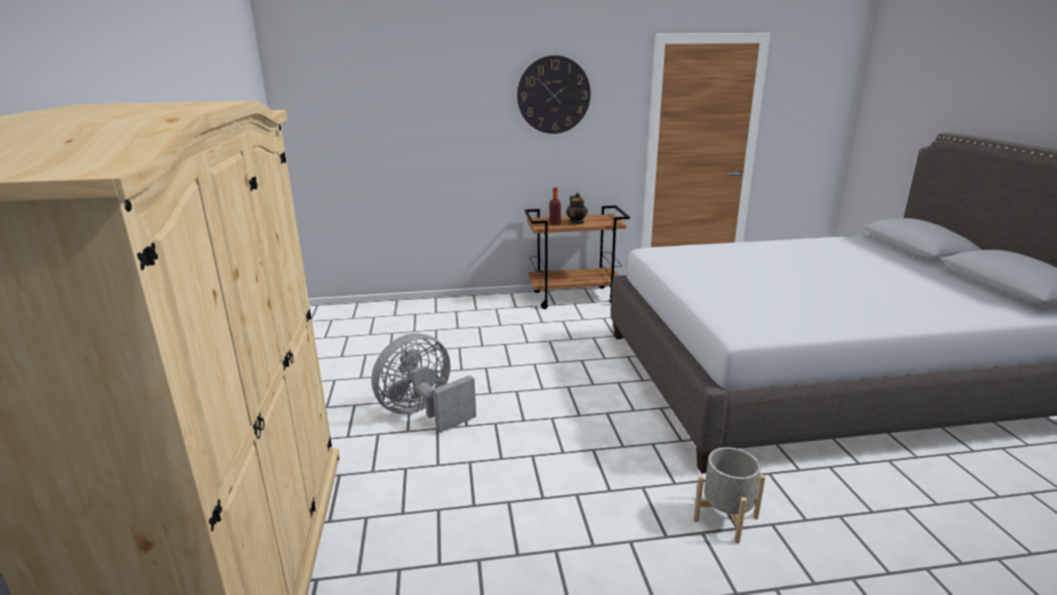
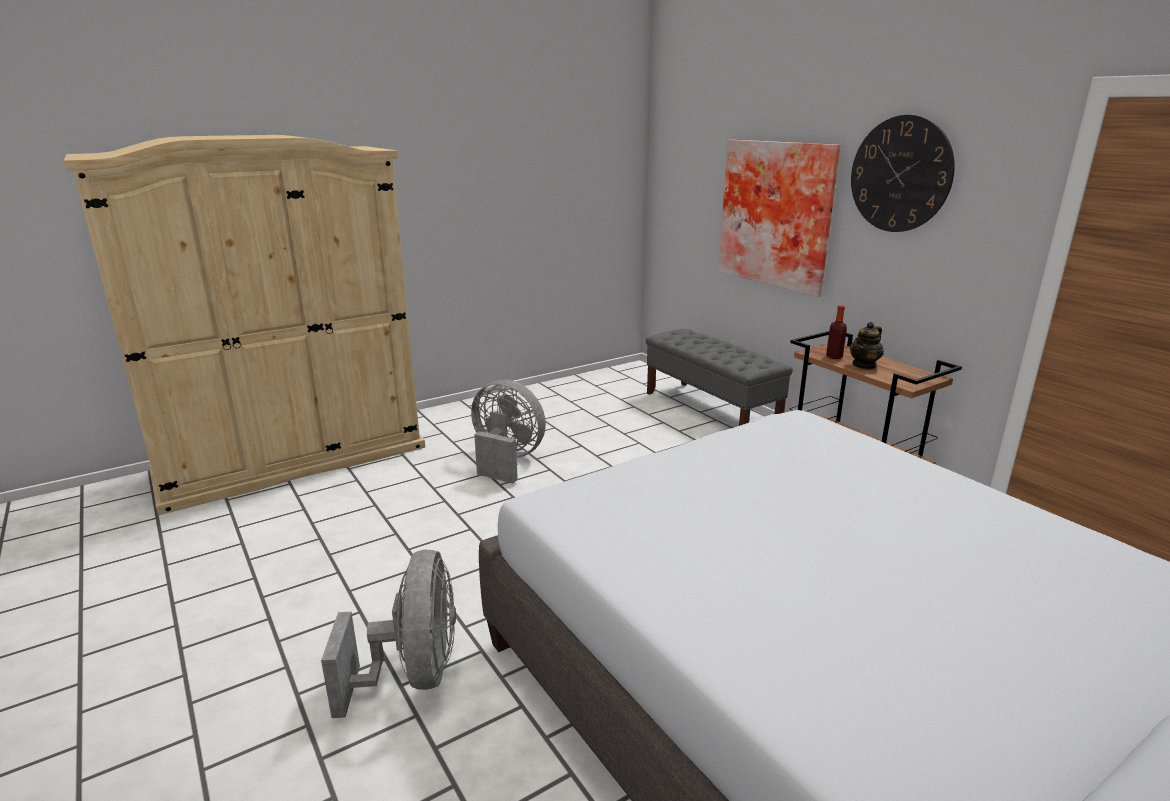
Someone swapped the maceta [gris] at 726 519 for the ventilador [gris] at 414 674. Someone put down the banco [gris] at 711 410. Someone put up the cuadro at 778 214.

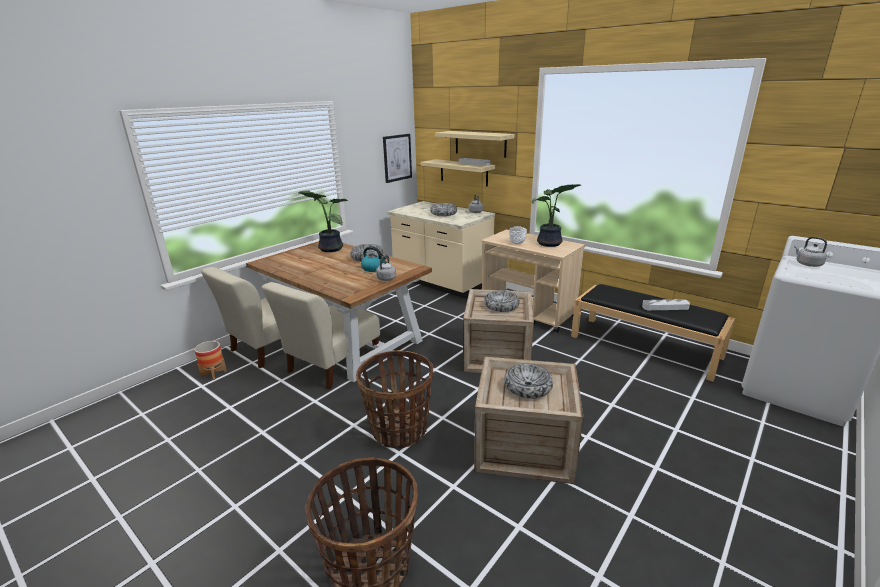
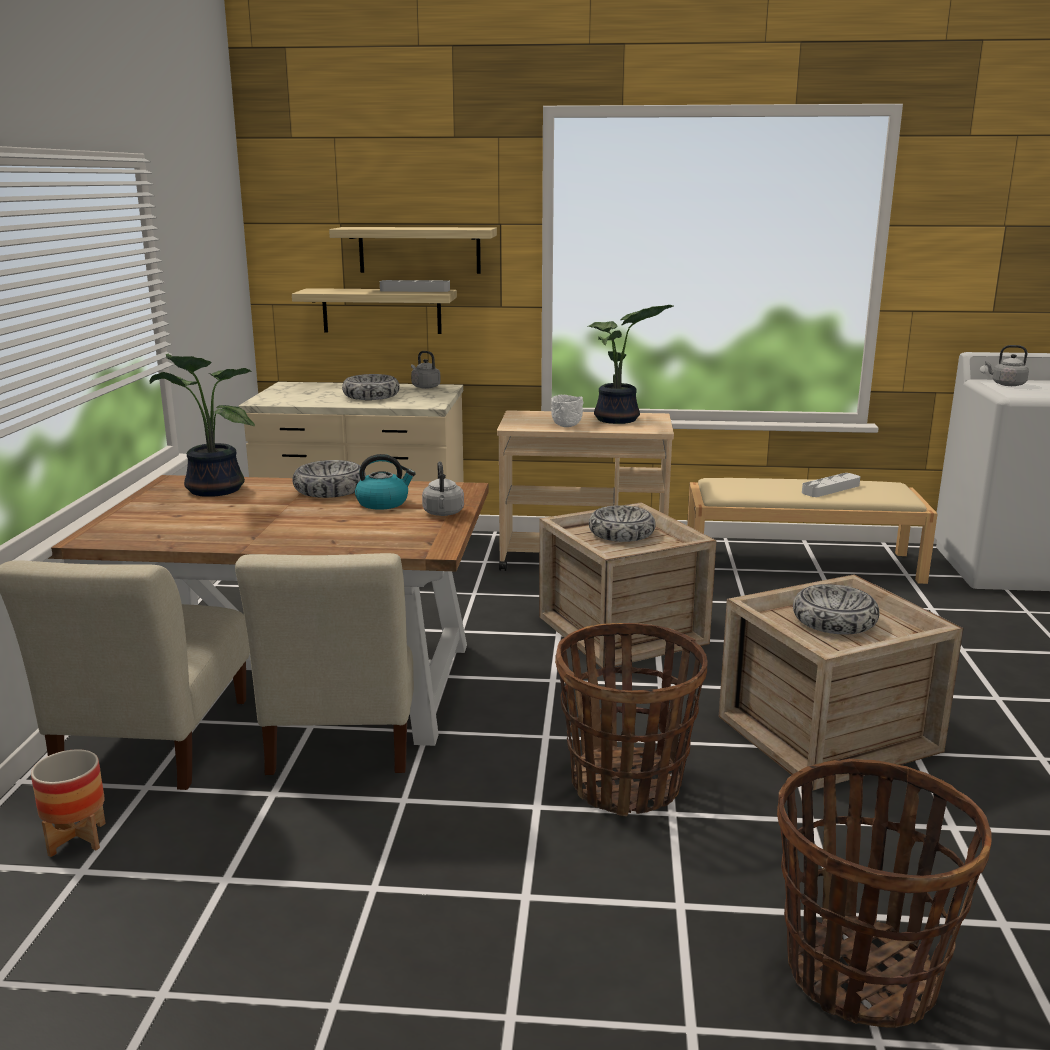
Someone repainted the banco [negro] at 645 346, which became the banco [beis] at 802 564. Someone took away the cuadro at 397 158.

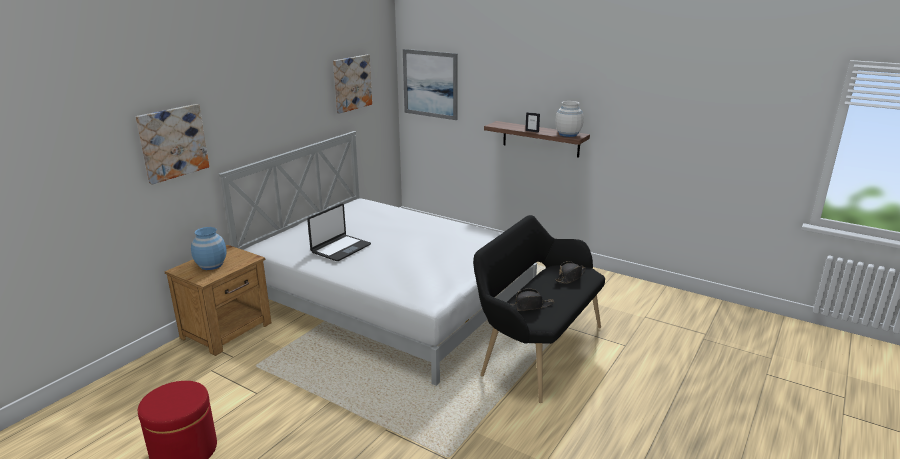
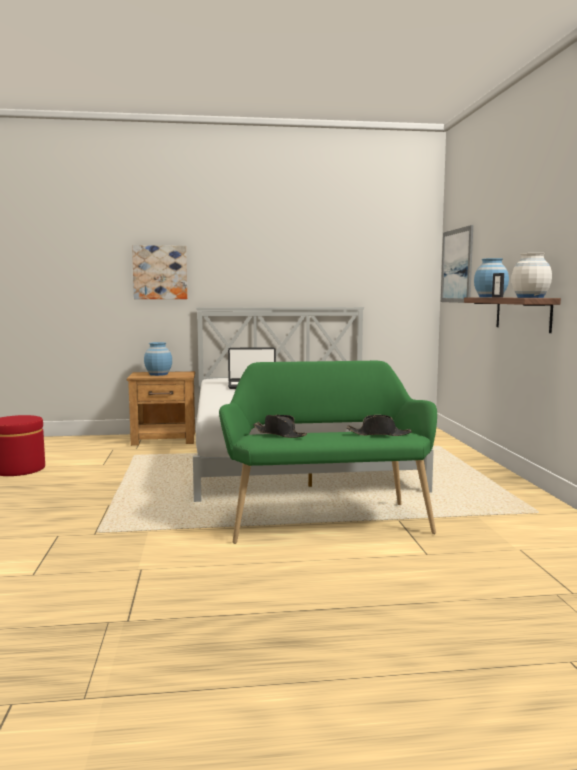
Someone repainted the banco [negro] at 536 349, which became the banco [verde] at 326 519. Someone put down the florero [azul] at 490 297. Someone took away the cuadro at 351 83.

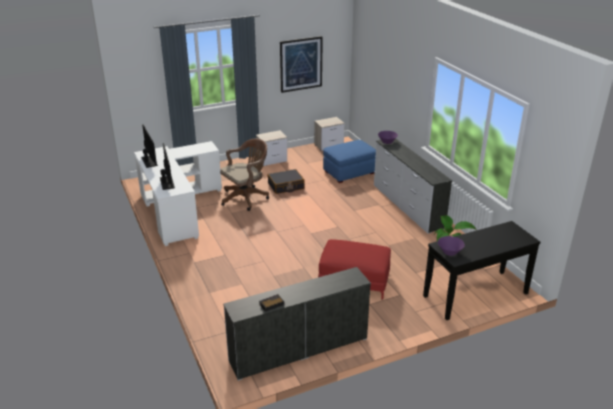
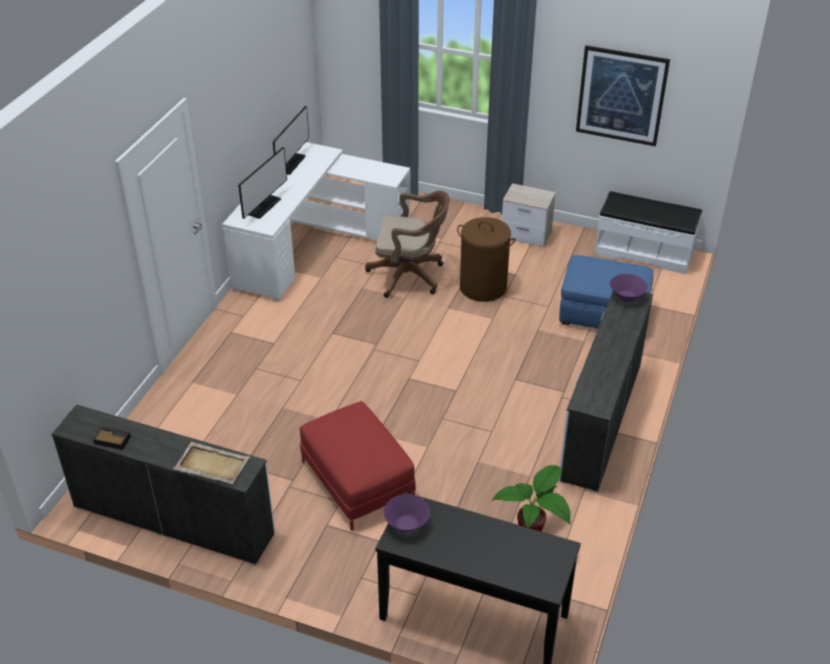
Someone put down the bandeja [beis] at 211 465. Someone swapped the maleta [negro] at 286 186 for the cesto de la ropa [marrón] at 483 287. Someone swapped the mesita de noche at 329 145 for the banco [blanco] at 644 252.

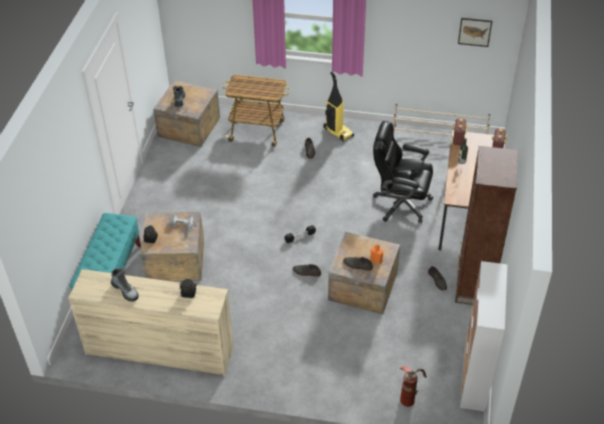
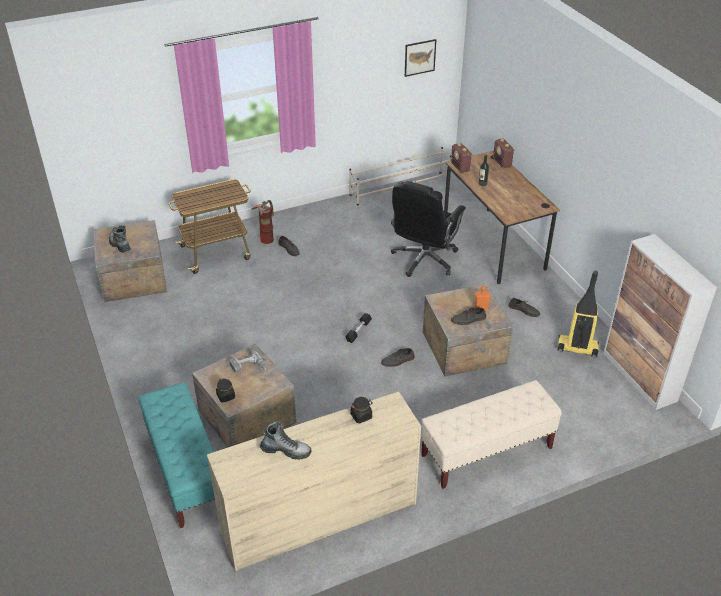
Someone carried the extintor from 409 396 to 267 237. Someone rotated the silla de oficina [negro] at 400 204 by 45 degrees counterclockwise. Someone put down the banco [beis] at 486 452. Someone carried the aspiradora from 337 132 to 577 348. Someone took away the estantería [marrón] at 474 285.

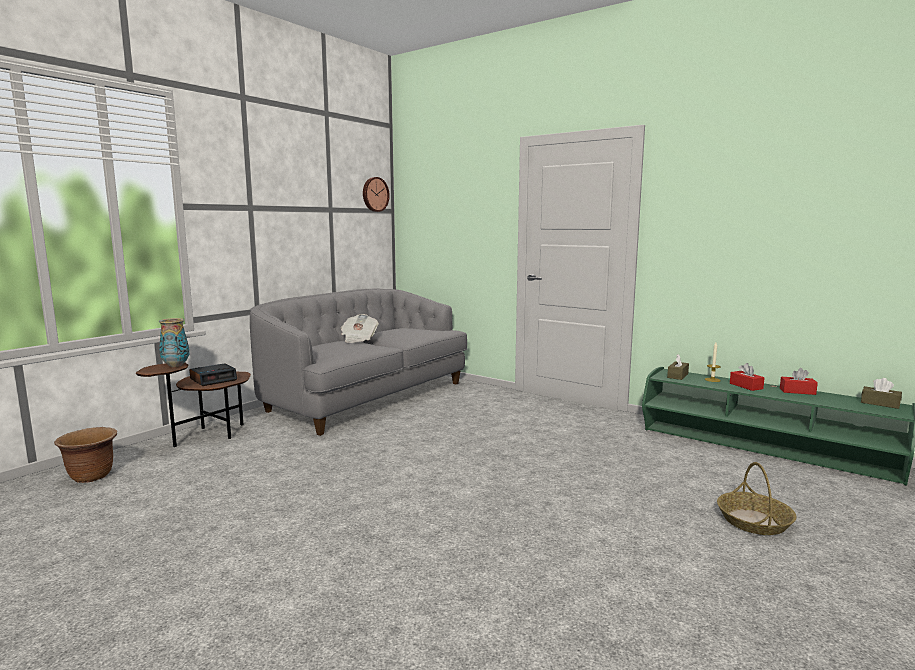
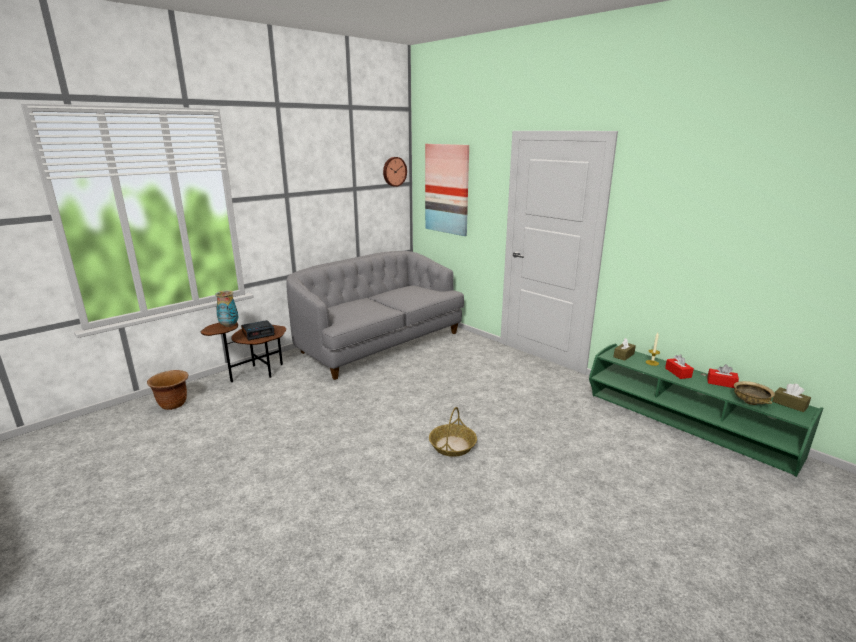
Someone put up the cuadro at 447 189. Someone carried the cesta from 754 521 to 452 446. Someone put down the cuenco [beis] at 750 401. Someone took away the periódico at 358 339.

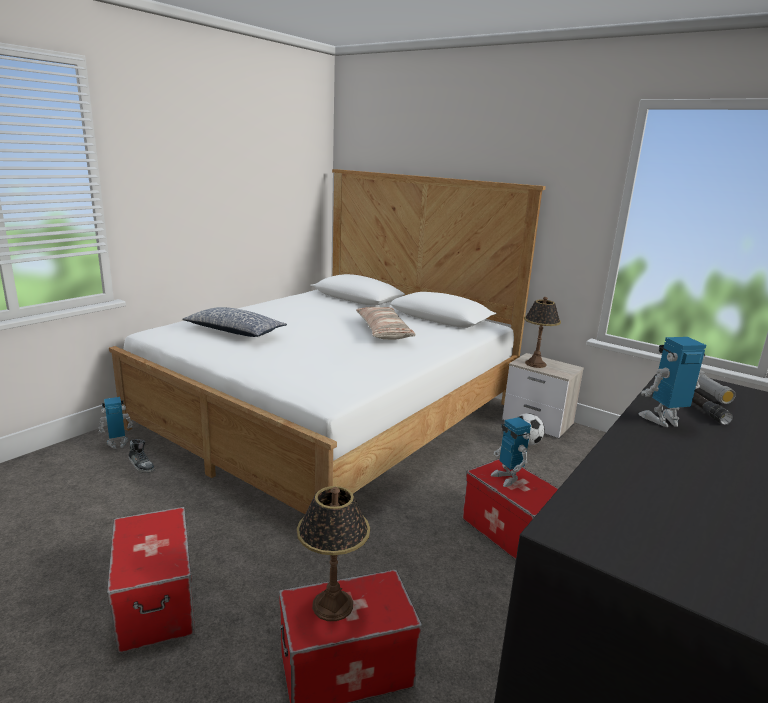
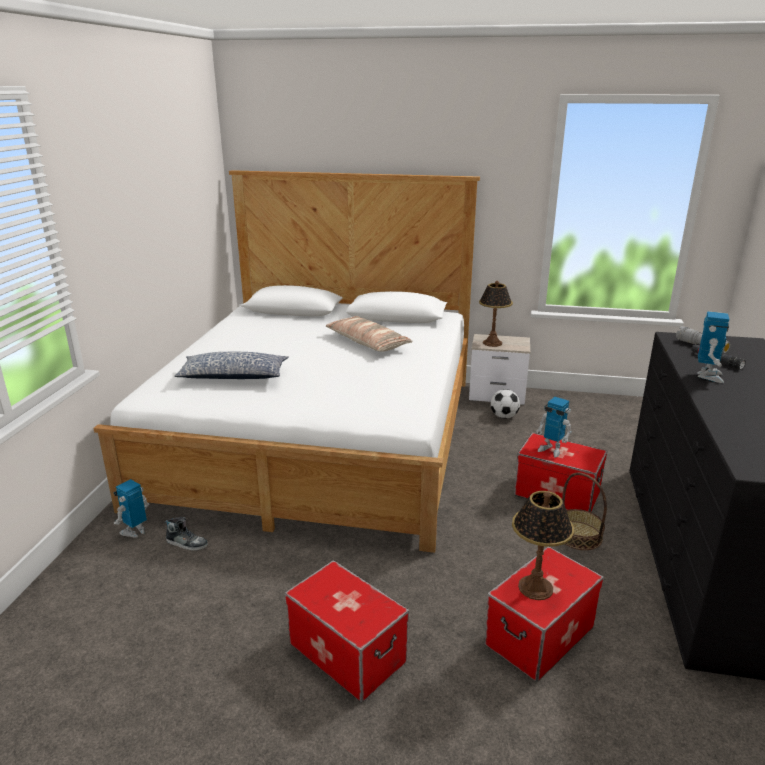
Someone put down the cesta at 579 535. Someone rotated the robot de juguete at 663 420 by 150 degrees clockwise.

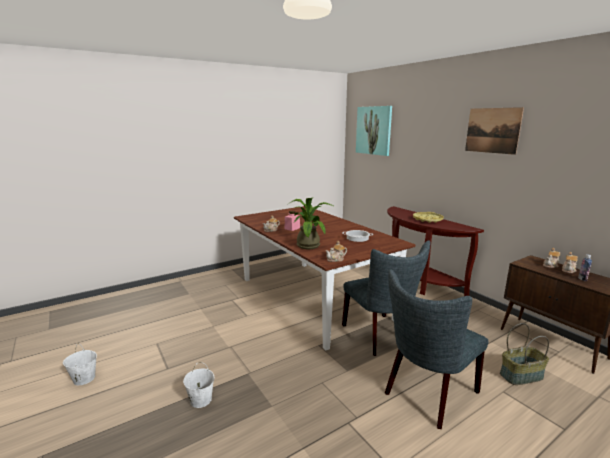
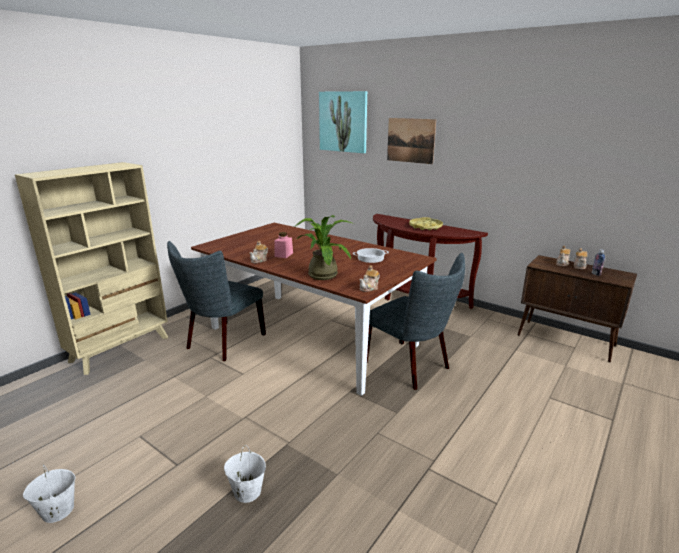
Someone put down the estantería [beis] at 121 349. Someone carried the silla [gris] from 427 394 to 222 343. Someone carried the cuadro from 492 130 to 410 140. Someone took away the cesta at 521 375.

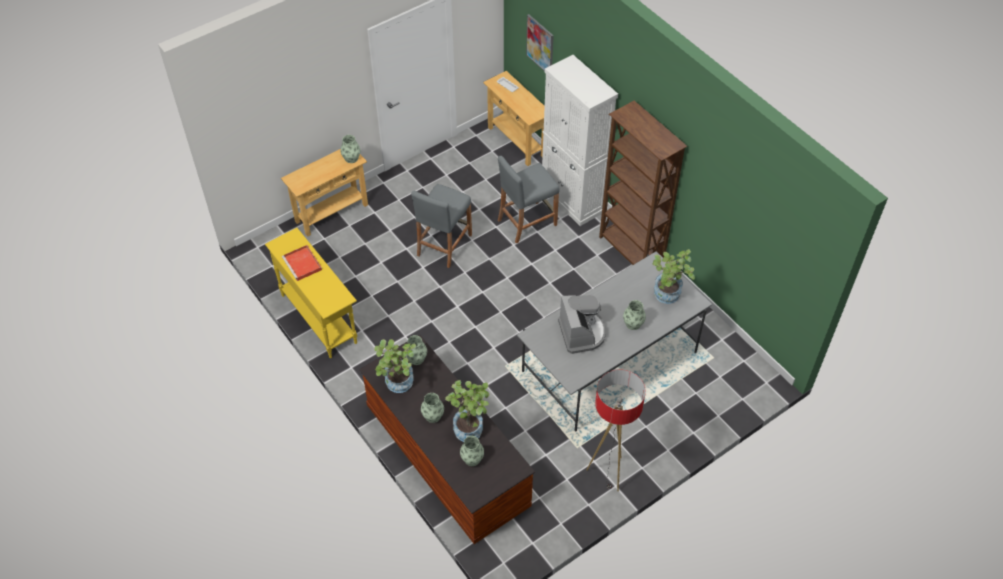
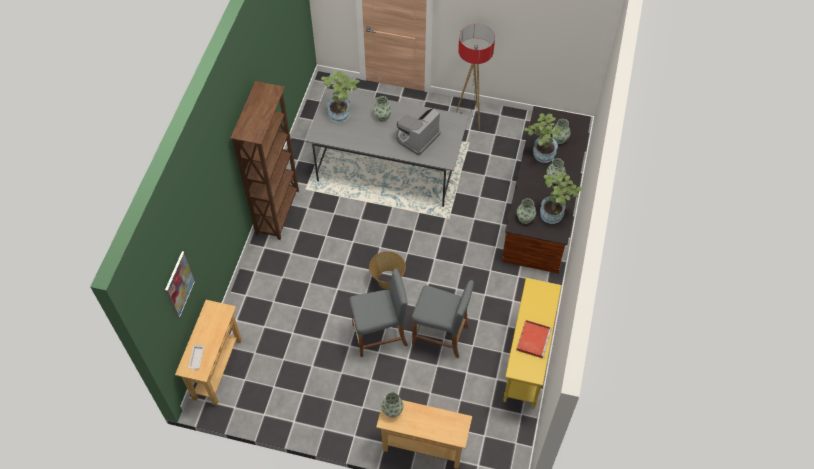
Someone put down the cesta at 387 279. Someone carried the taburete [gris] from 527 222 to 440 335. Someone took away the armario [blanco] at 572 199.

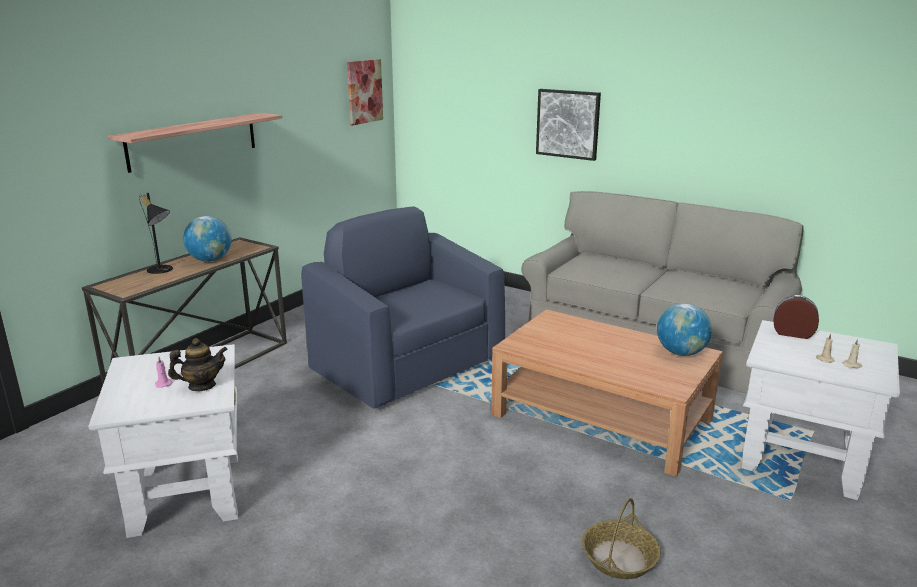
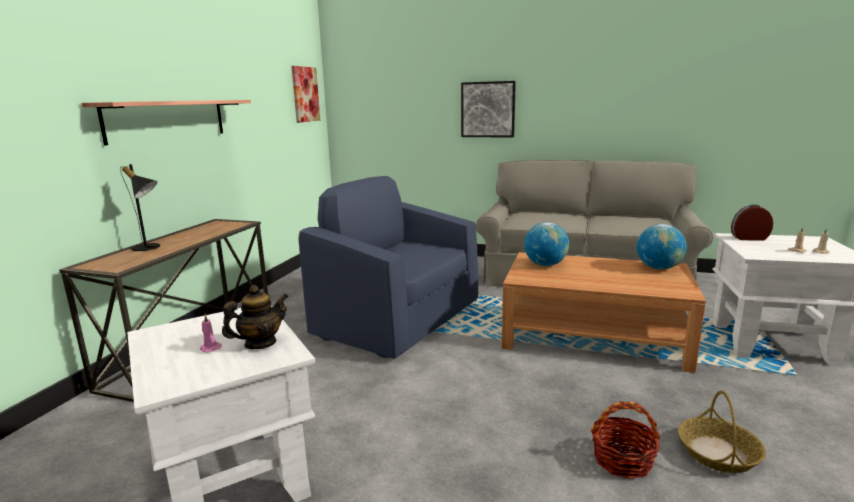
Someone carried the globo terráqueo from 210 260 to 545 265. Someone put down the cesta at 622 460.

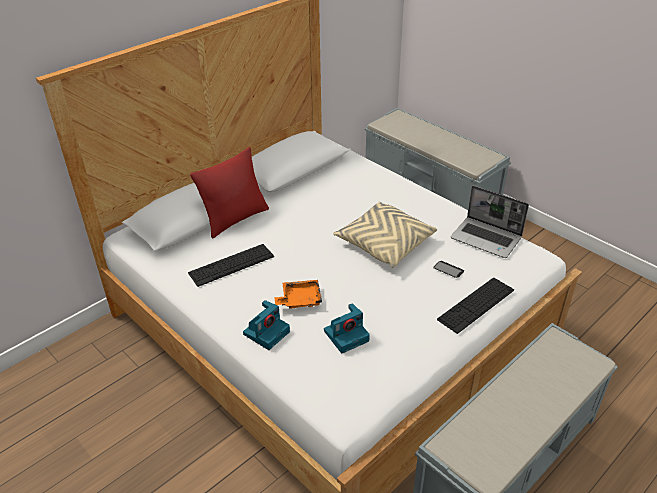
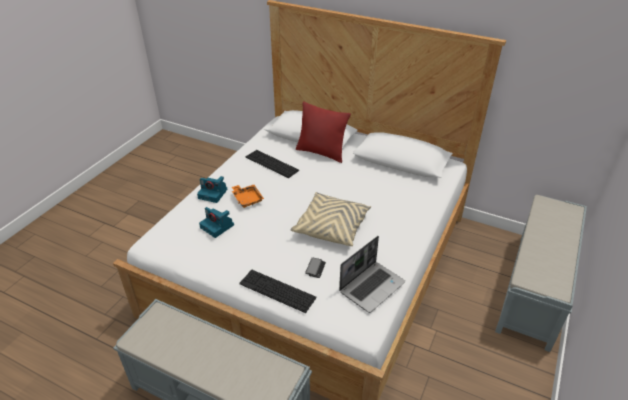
Someone rotated the portátil at 487 238 by 150 degrees counterclockwise.

